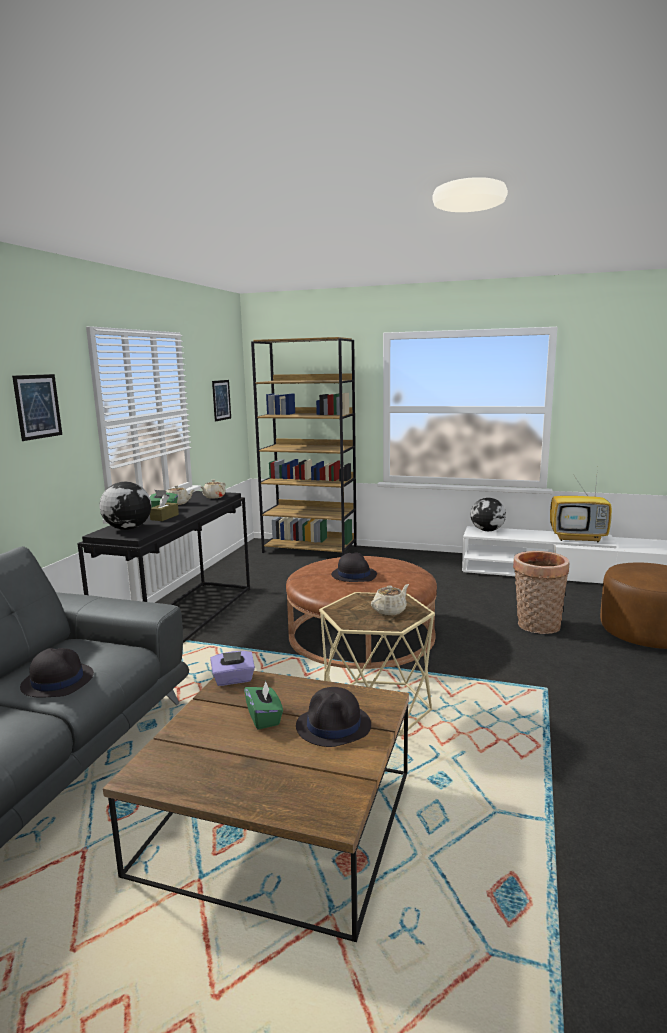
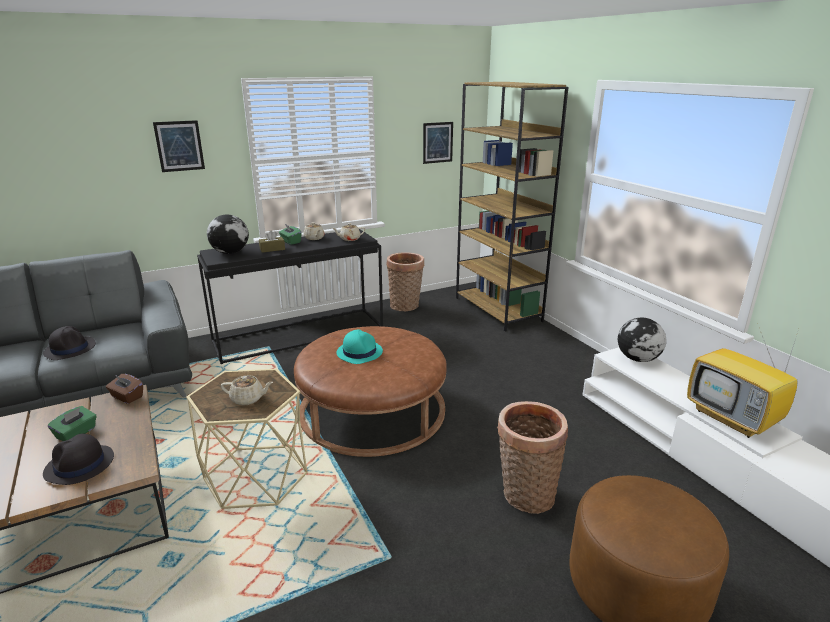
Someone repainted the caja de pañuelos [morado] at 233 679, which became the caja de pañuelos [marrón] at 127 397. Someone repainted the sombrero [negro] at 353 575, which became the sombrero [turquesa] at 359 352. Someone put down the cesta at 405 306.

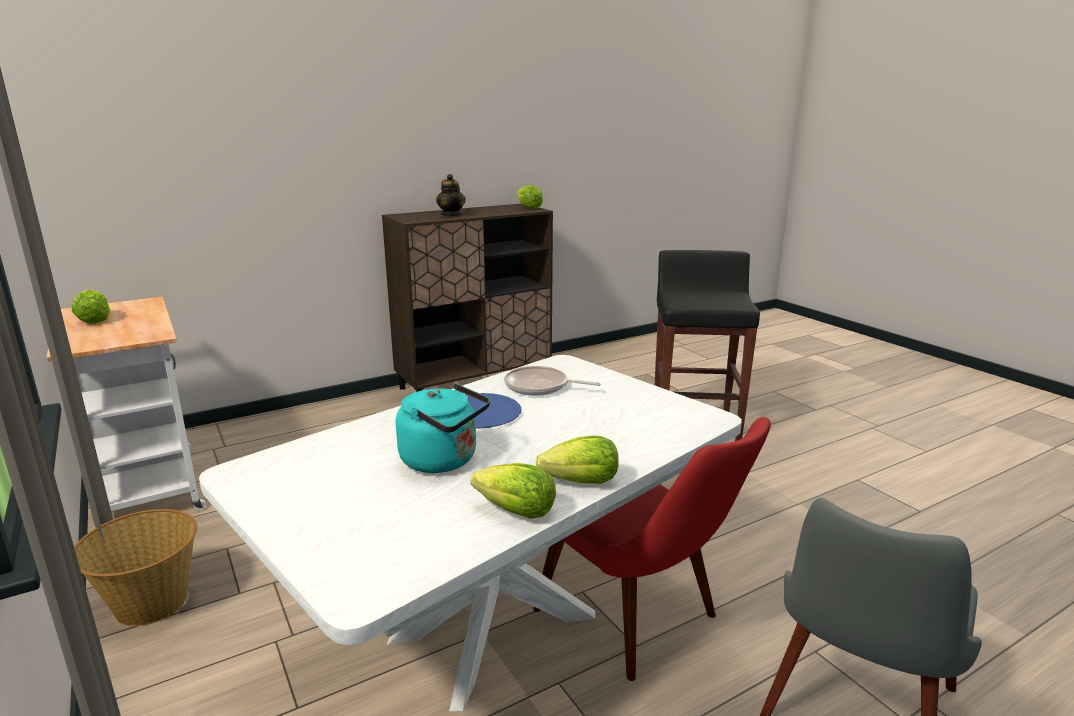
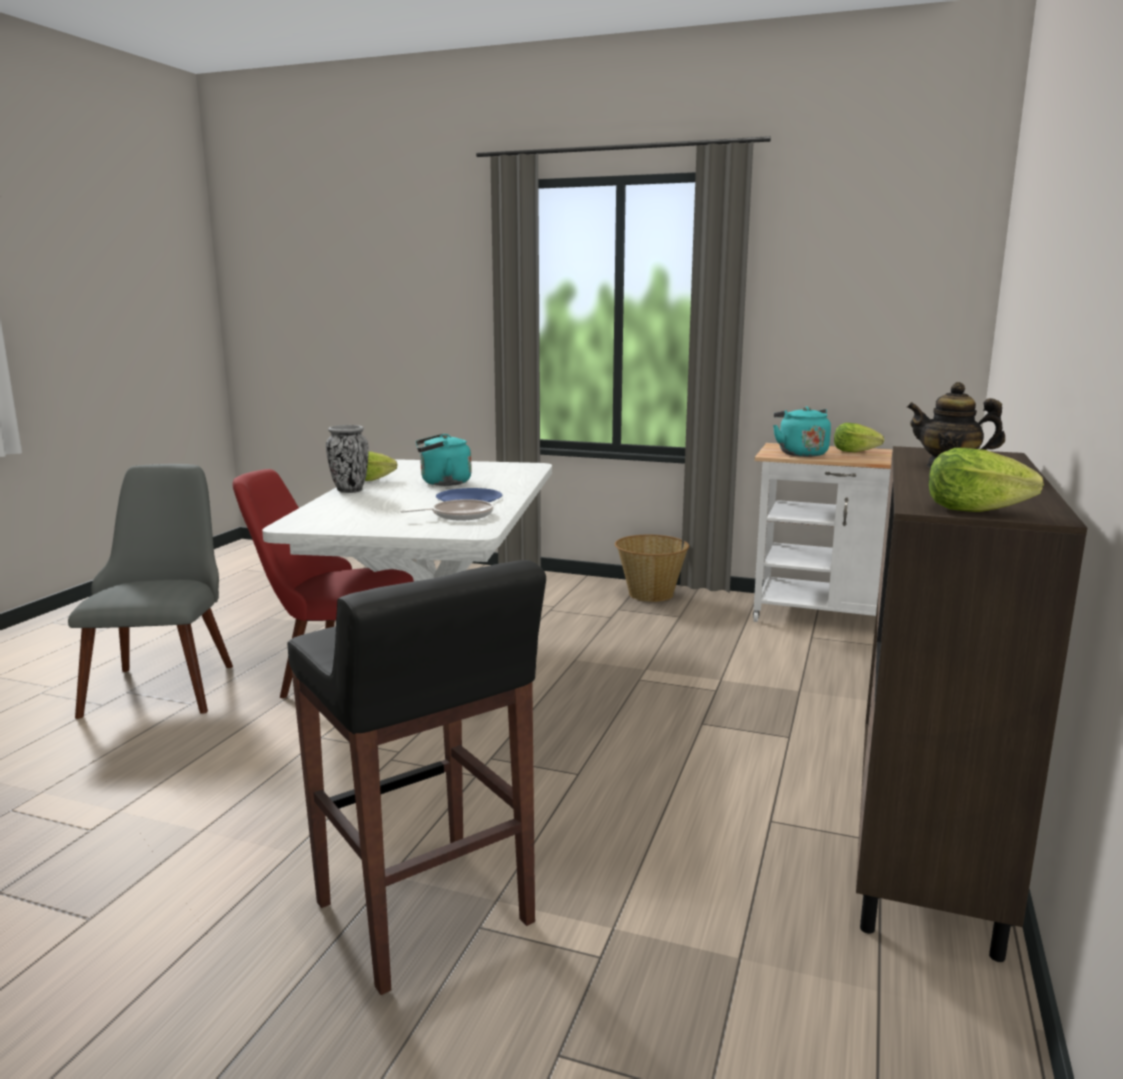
Someone swapped the lechuga at 582 482 for the florero at 349 490. Someone put down the hervidor [turquesa] at 800 453.

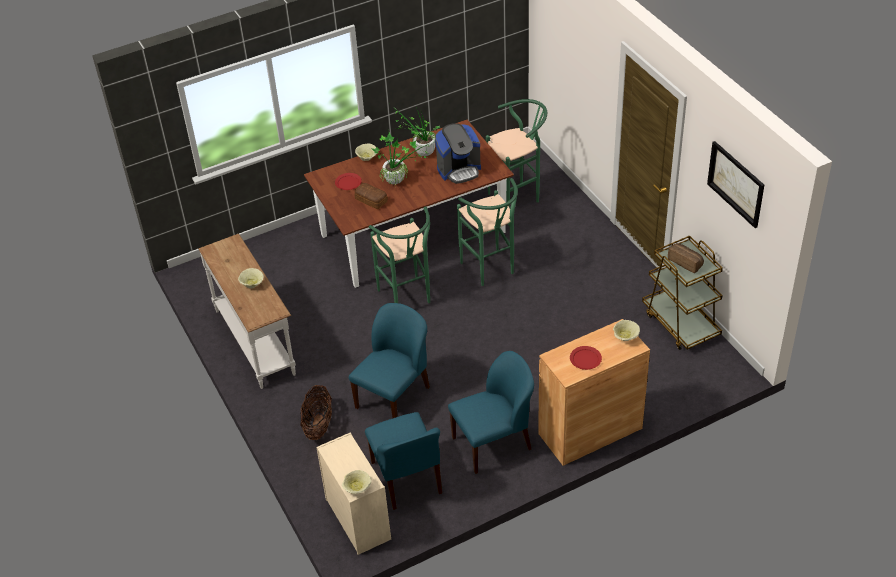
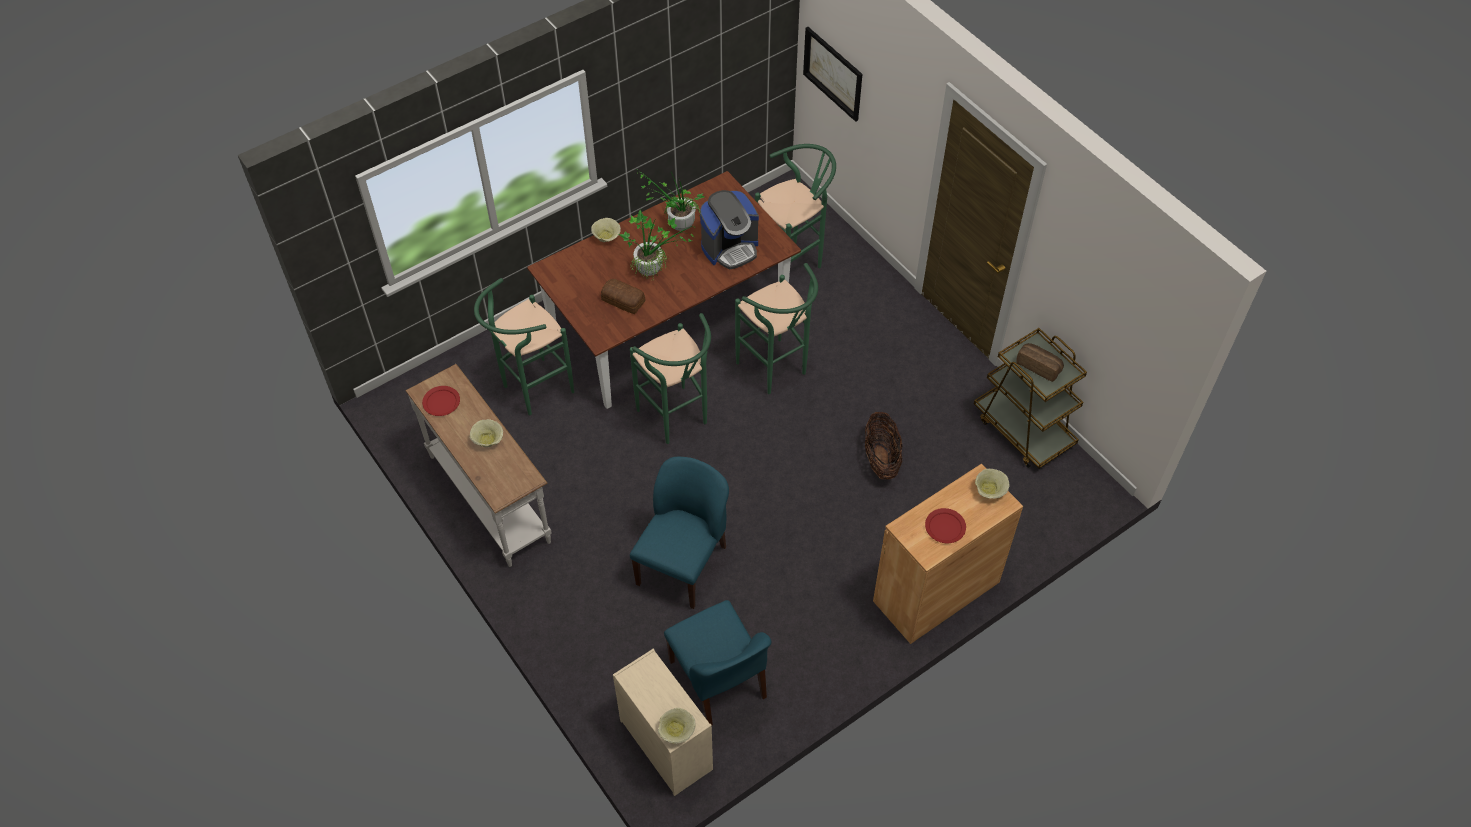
Someone carried the plato [rojo] from 348 182 to 441 402. Someone put down the taburete [verde] at 532 391. Someone carried the cuadro from 736 183 to 833 73. Someone carried the cesta from 318 425 to 881 459. Someone took away the silla [azul] at 493 443.

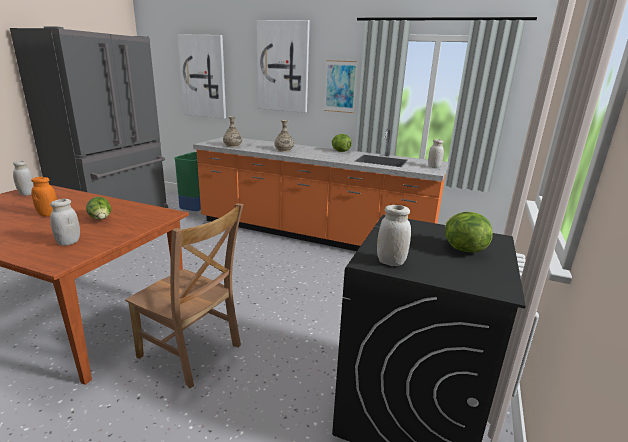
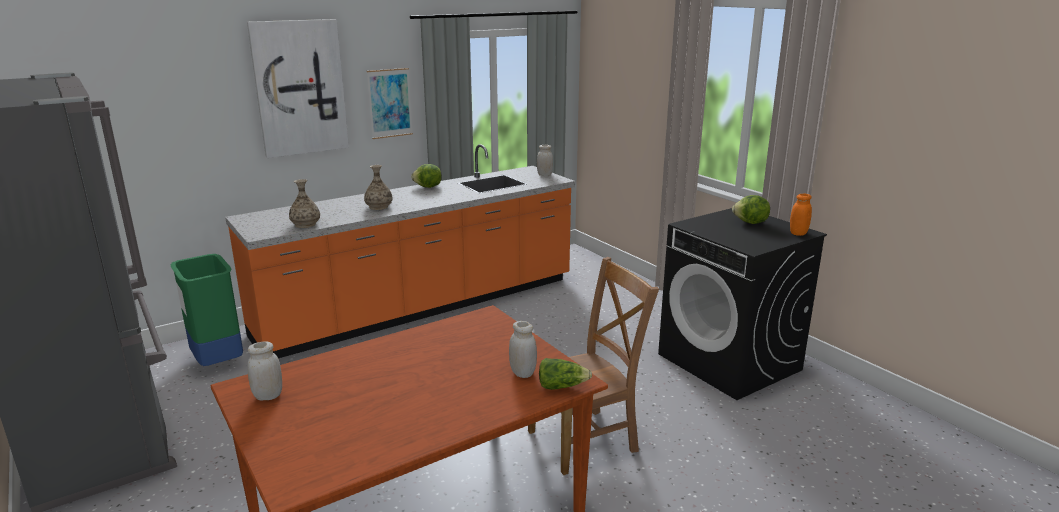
Someone carried the lechuga from 101 219 to 561 386. Someone carried the tarro [naranja] from 48 214 to 798 233. Someone took away the cuadro at 203 77. Someone took away the tarro [blanco] at 390 262.

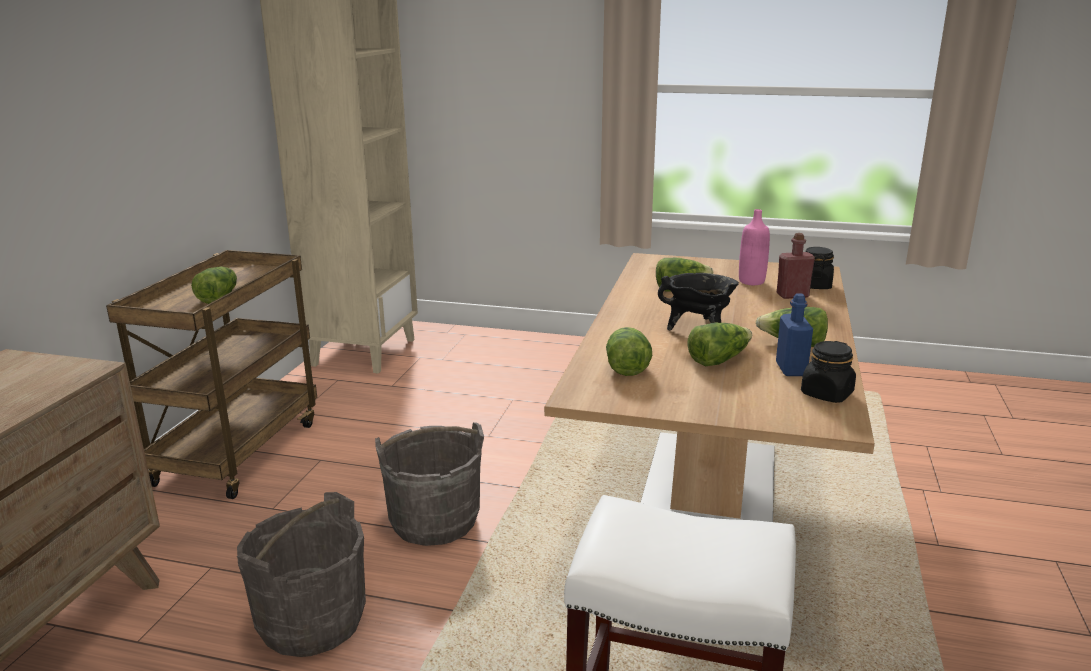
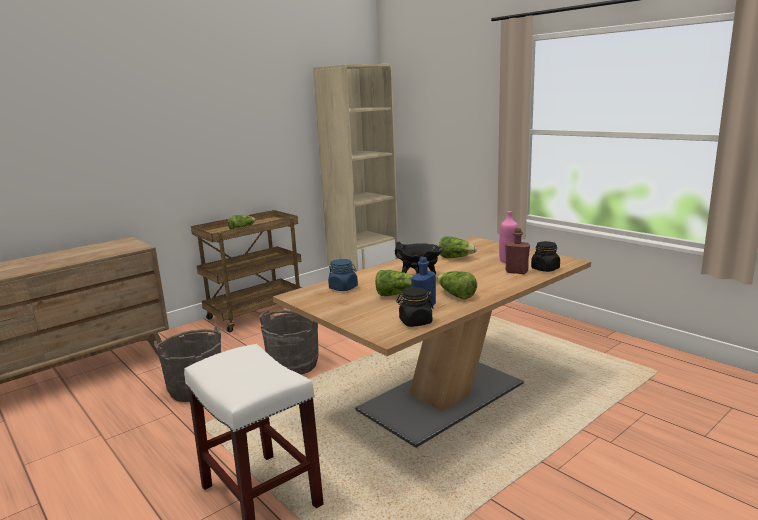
Someone swapped the lechuga at 626 366 for the tarro [azul] at 343 288.

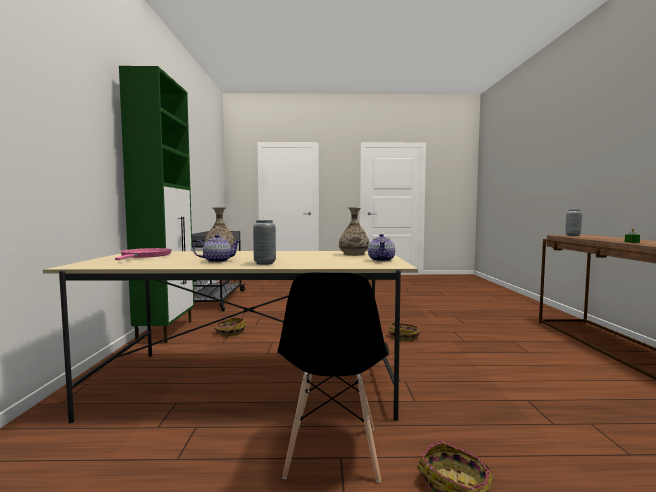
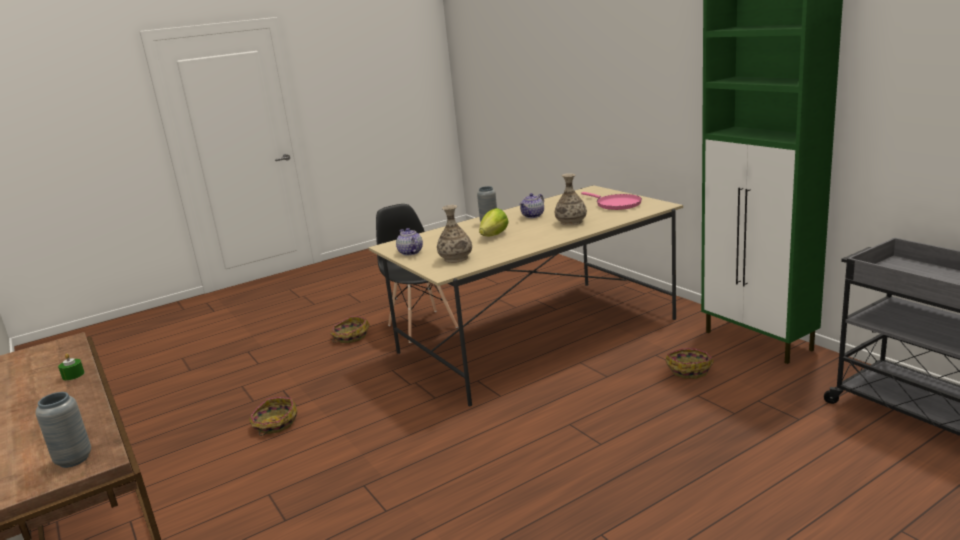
Someone carried the cesta from 404 336 to 275 424. Someone put down the lechuga at 494 235.

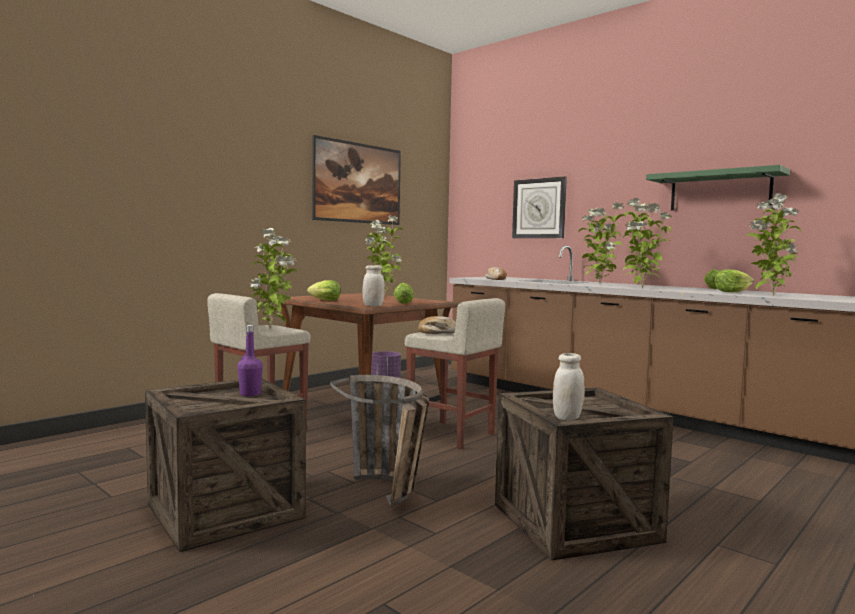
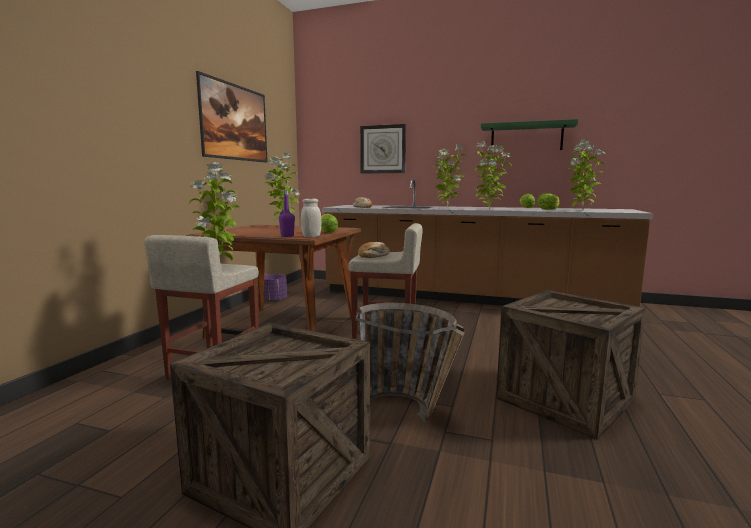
Someone carried the botella [morado] from 250 394 to 287 236. Someone took away the lechuga at 323 300. Someone took away the tarro [blanco] at 567 417.

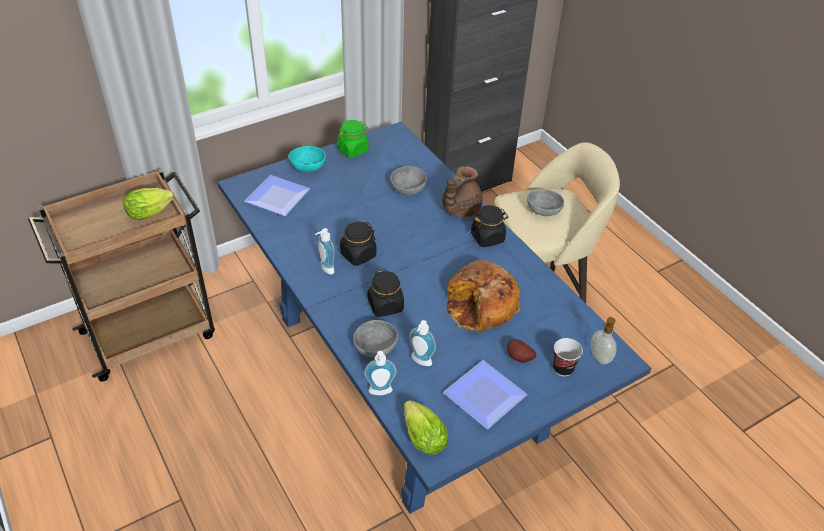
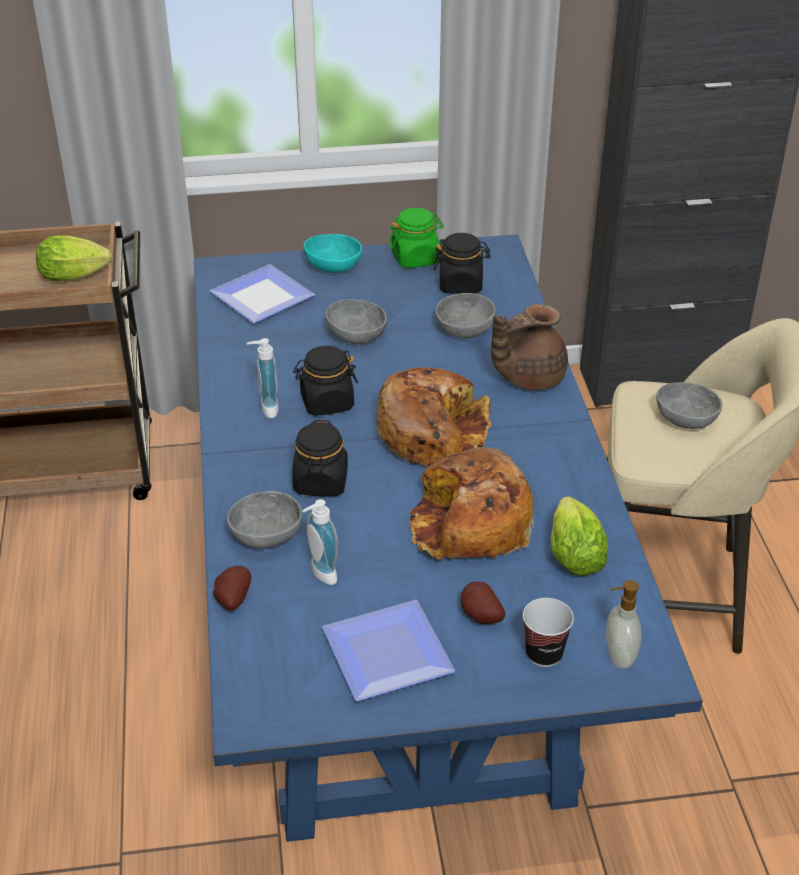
Someone swapped the dispensador de jabón at 380 393 for the patata at 231 599. Someone put down the cuenco [gris] at 356 335. Someone put down the pan at 432 431. Someone carried the tarro [negro] from 487 237 to 461 284. Someone carried the lechuga from 421 436 to 573 552.

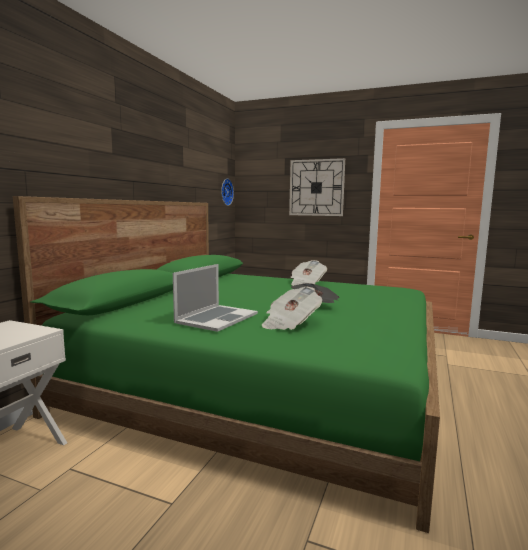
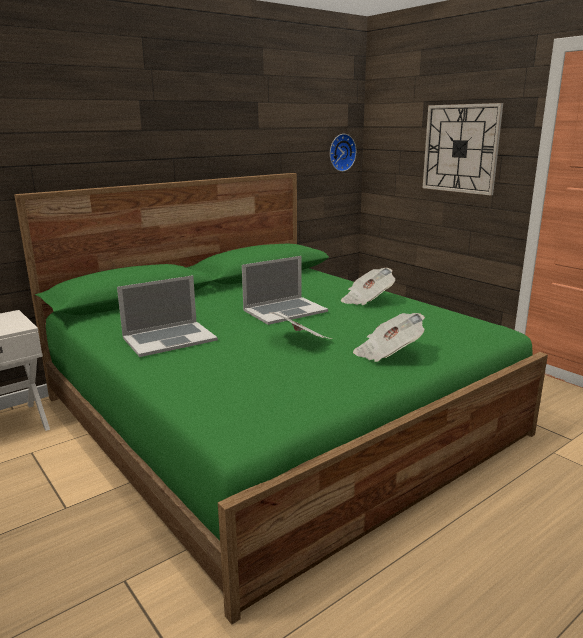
Someone put down the portátil at 284 310. Someone carried the periódico from 290 324 to 387 353.

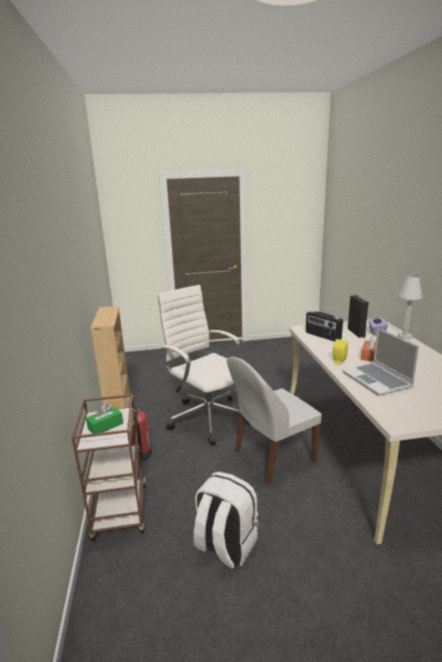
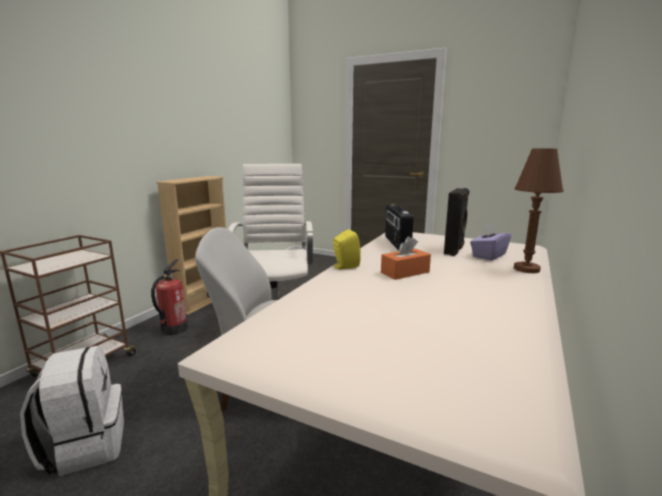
Someone repainted the lámpara de mesa [blanco] at 404 336, which became the lámpara de mesa [marrón] at 526 269. Someone took away the caja de pañuelos [verde] at 105 426. Someone took away the portátil at 377 380.

